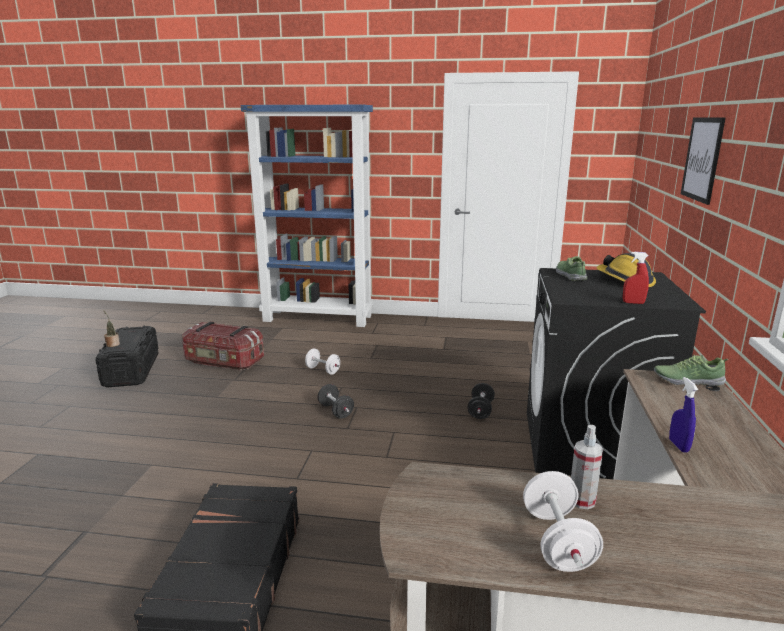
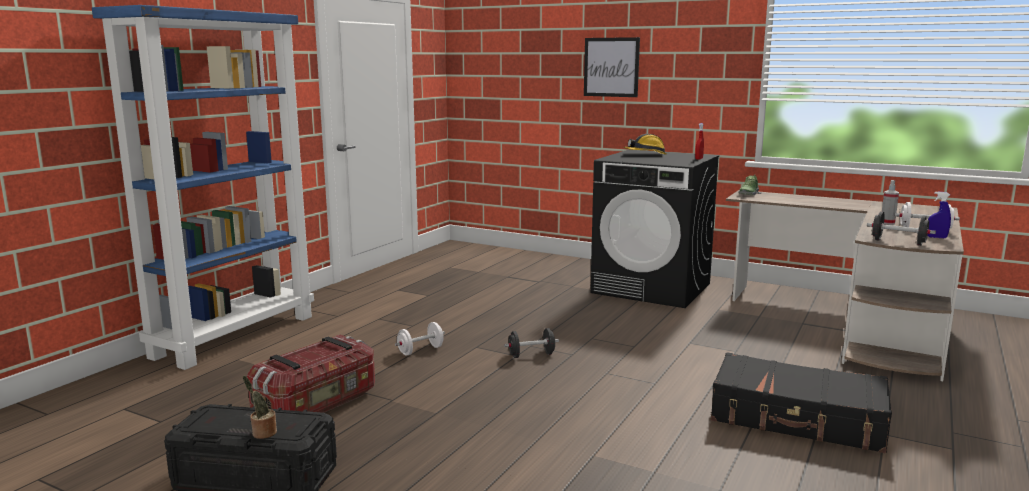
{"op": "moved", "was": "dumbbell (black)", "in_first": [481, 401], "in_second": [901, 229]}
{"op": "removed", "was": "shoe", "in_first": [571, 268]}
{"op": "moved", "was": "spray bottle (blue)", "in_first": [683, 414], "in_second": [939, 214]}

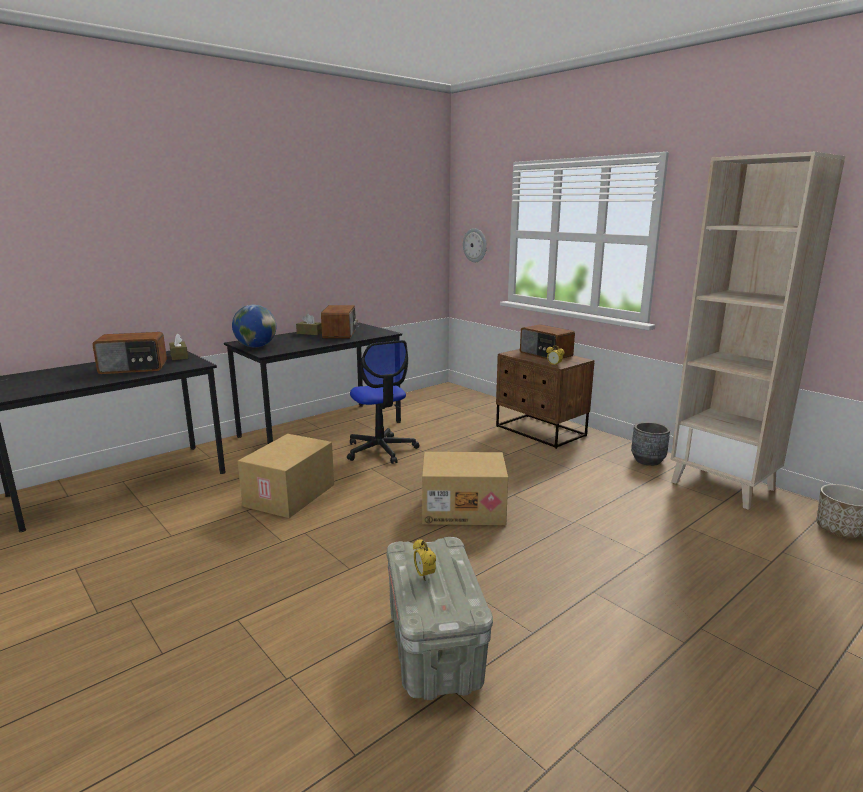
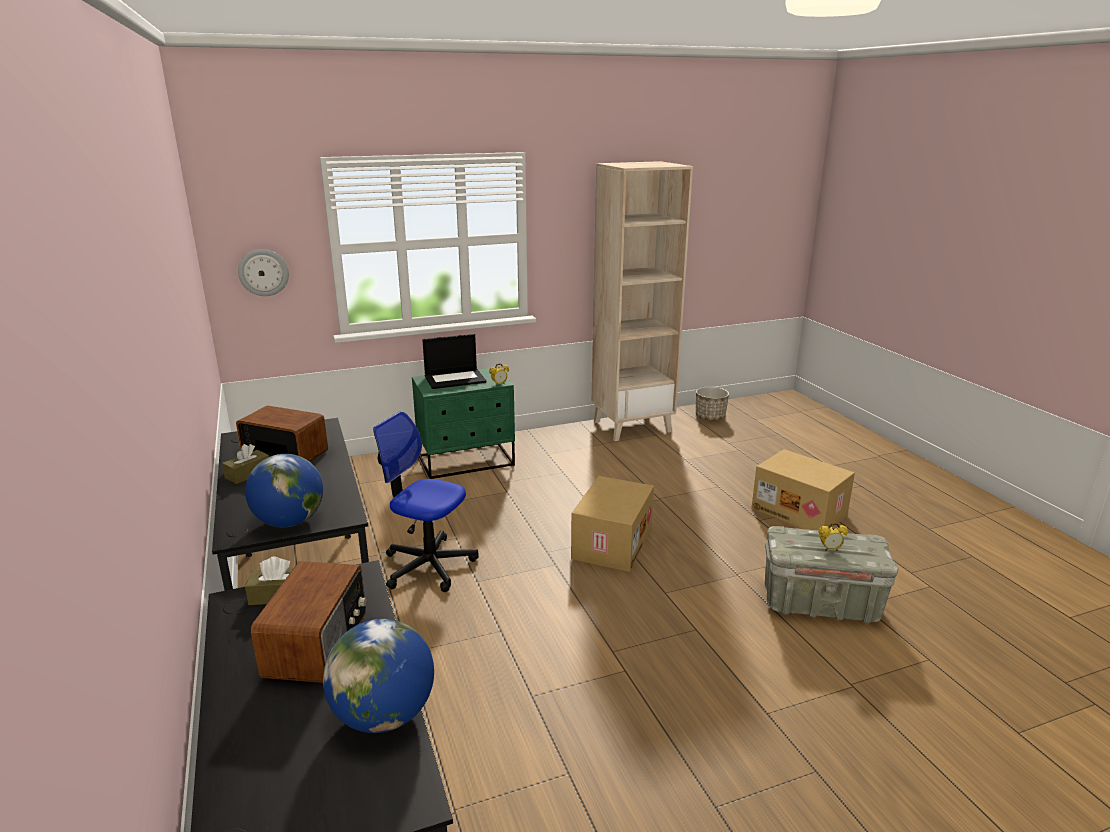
{"op": "moved", "was": "cardboard box", "in_first": [286, 476], "in_second": [803, 490]}
{"op": "turned", "was": "office chair", "in_first": [383, 402], "in_second": [426, 501], "clockwise": -150}
{"op": "recoloured", "was": "nightstand (brown)", "now": "nightstand (green)", "in_first": [545, 399], "in_second": [463, 423]}
{"op": "replaced", "was": "radio", "now": "laptop", "in_first": [547, 341], "in_second": [454, 361]}
{"op": "removed", "was": "planter (grey)", "in_first": [650, 444]}
{"op": "added", "now": "globe", "in_second": [378, 676]}

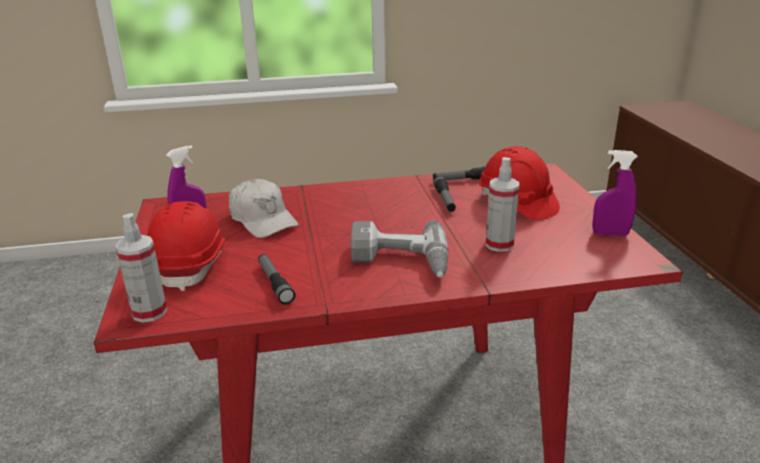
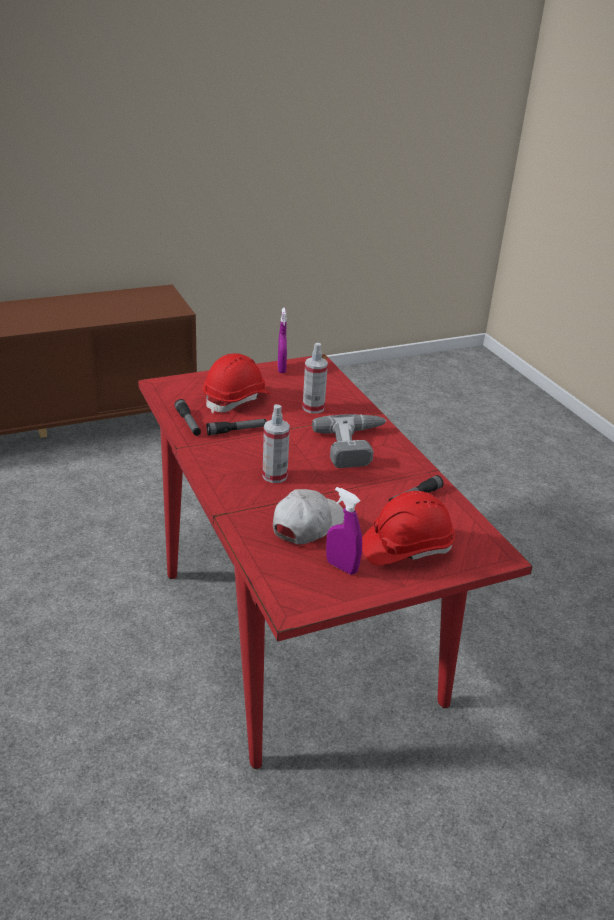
{"op": "moved", "was": "spray bottle", "in_first": [141, 268], "in_second": [276, 443]}

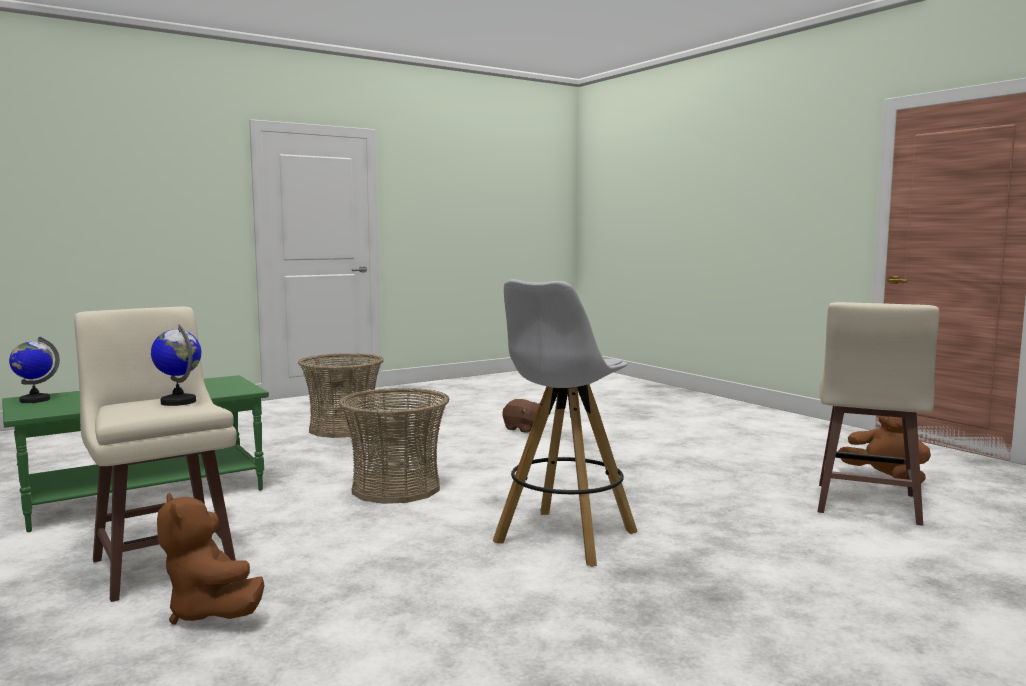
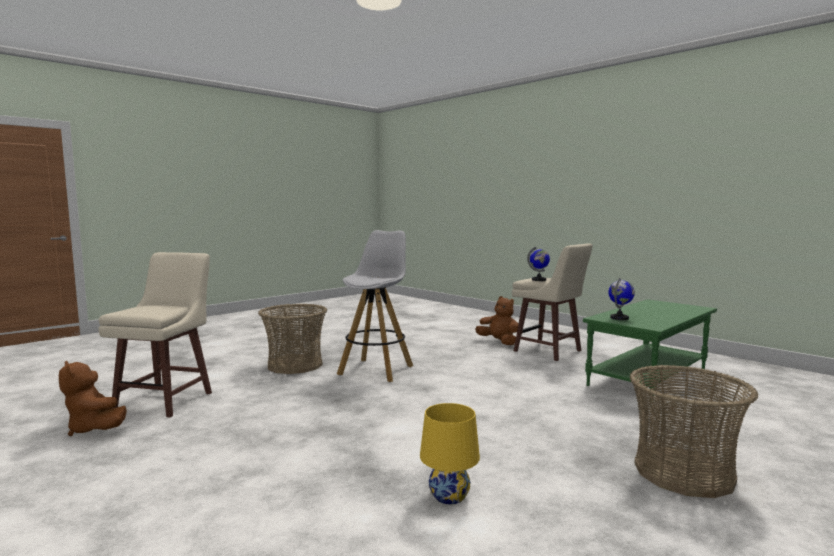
{"op": "moved", "was": "globe", "in_first": [34, 370], "in_second": [621, 299]}
{"op": "moved", "was": "basket", "in_first": [394, 446], "in_second": [292, 339]}
{"op": "replaced", "was": "plush toy (brown)", "now": "table lamp (yellow)", "in_first": [521, 416], "in_second": [450, 453]}

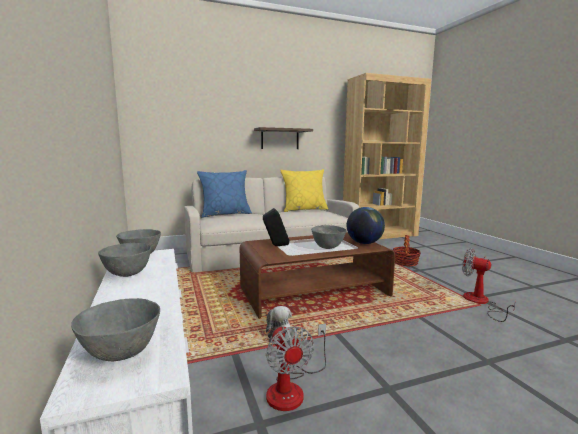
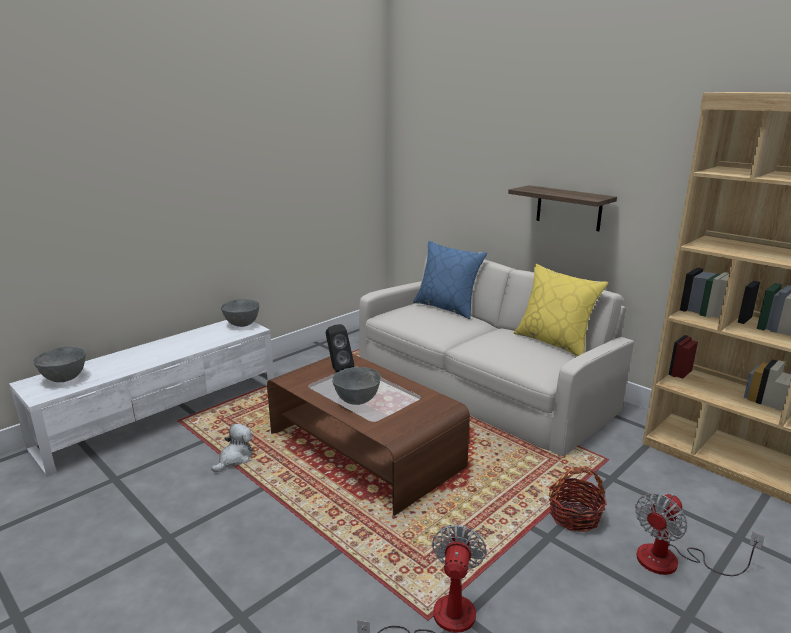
{"op": "removed", "was": "bowl (grey)", "in_first": [124, 260]}
{"op": "moved", "was": "fan", "in_first": [296, 367], "in_second": [699, 534]}
{"op": "removed", "was": "globe", "in_first": [366, 225]}

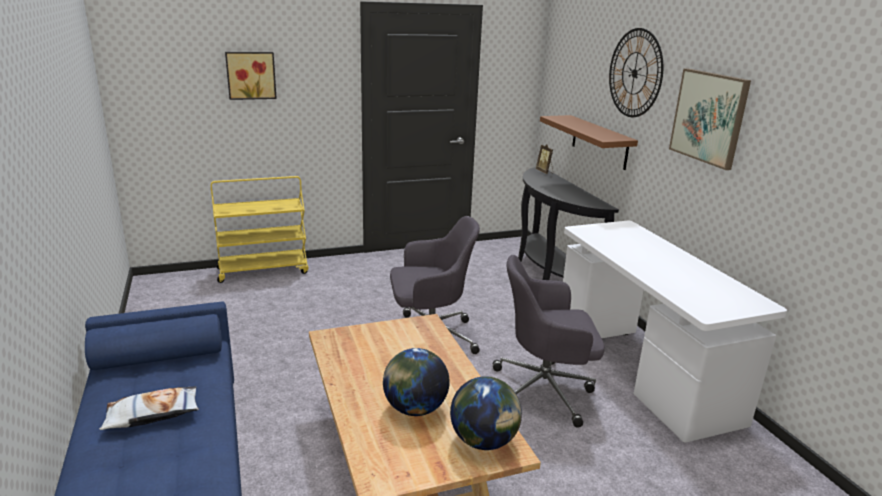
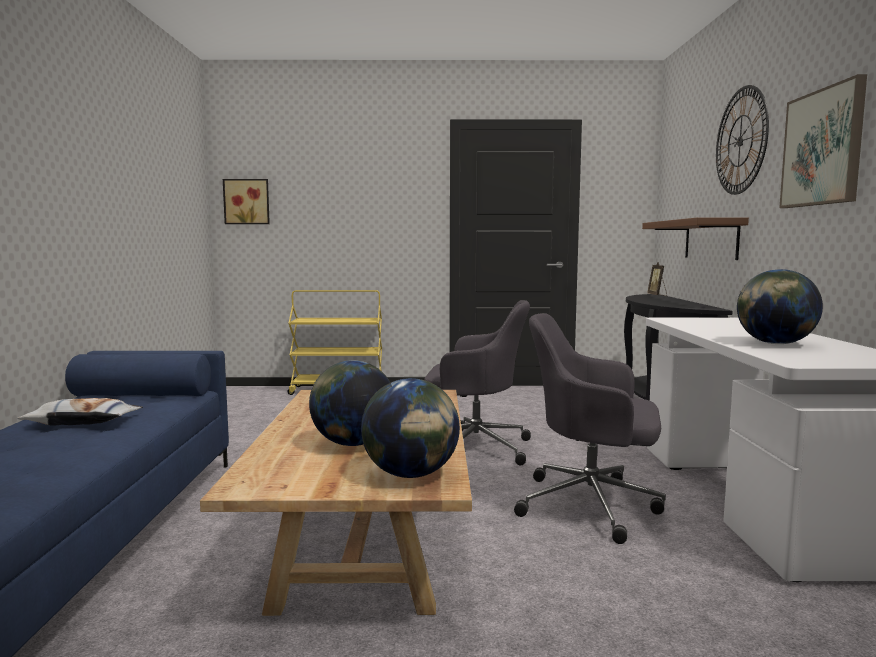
{"op": "moved", "was": "picture", "in_first": [251, 76], "in_second": [246, 201]}
{"op": "added", "now": "globe", "in_second": [780, 306]}

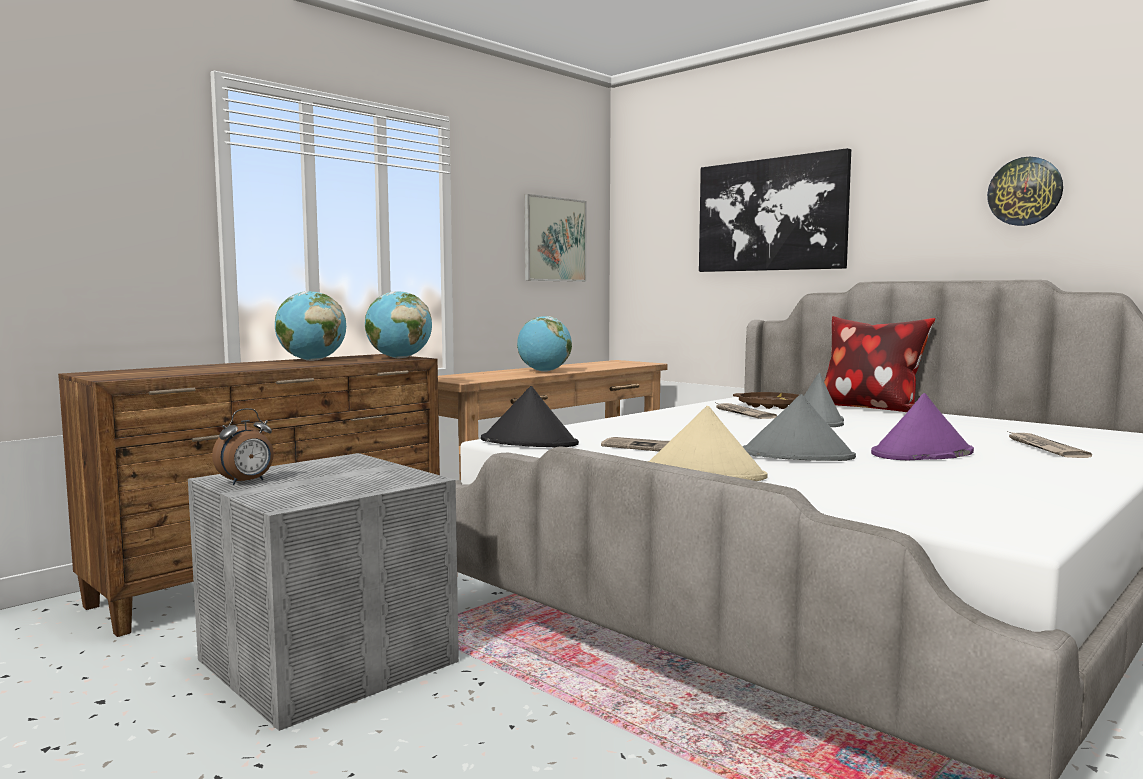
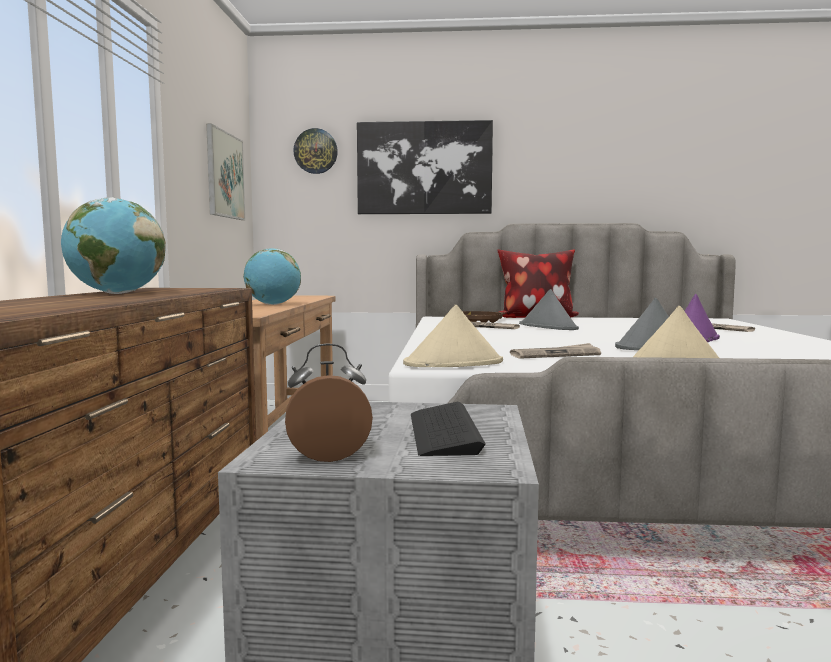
{"op": "turned", "was": "alarm clock", "in_first": [243, 446], "in_second": [329, 403], "clockwise": -105}
{"op": "removed", "was": "globe", "in_first": [398, 324]}
{"op": "recoloured", "was": "hat (black)", "now": "hat (beige)", "in_first": [530, 416], "in_second": [453, 336]}
{"op": "moved", "was": "wall clock", "in_first": [1025, 191], "in_second": [315, 151]}
{"op": "added", "now": "keyboard", "in_second": [448, 429]}

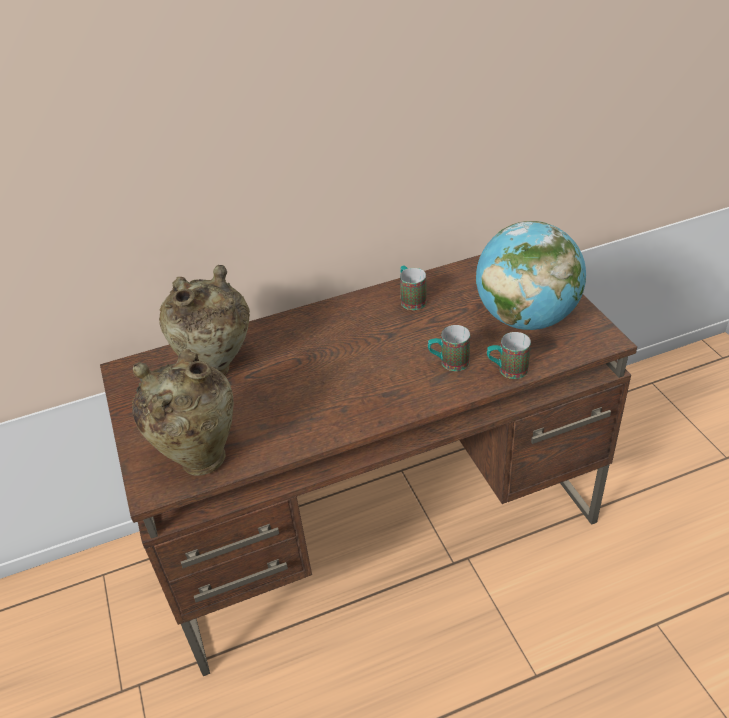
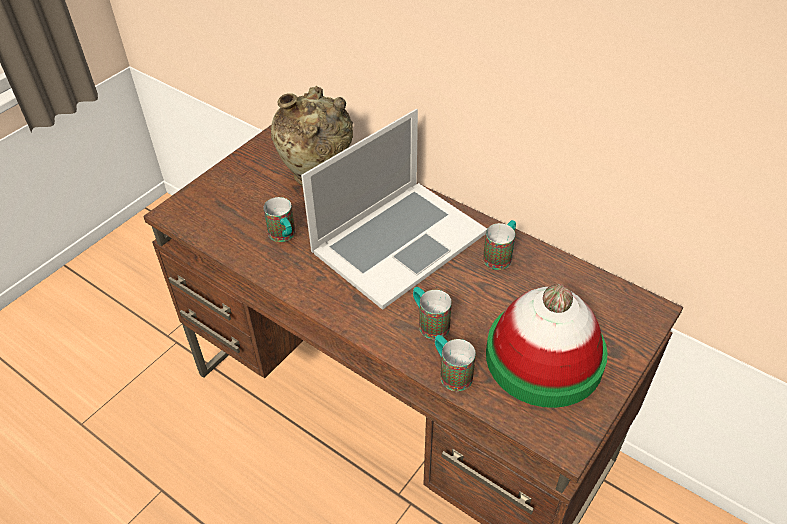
{"op": "removed", "was": "vase (beige)", "in_first": [183, 412]}
{"op": "replaced", "was": "globe", "now": "hat", "in_first": [531, 275], "in_second": [547, 346]}
{"op": "added", "now": "mug", "in_second": [279, 219]}
{"op": "added", "now": "laptop", "in_second": [394, 209]}

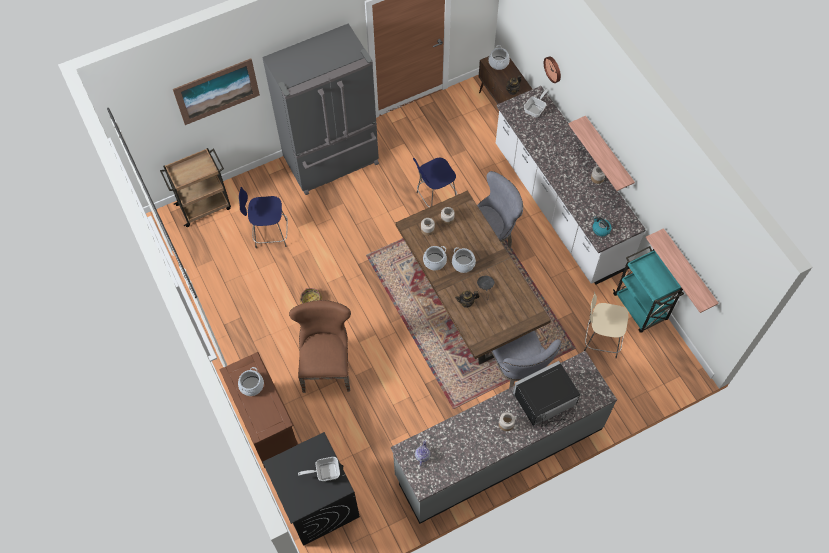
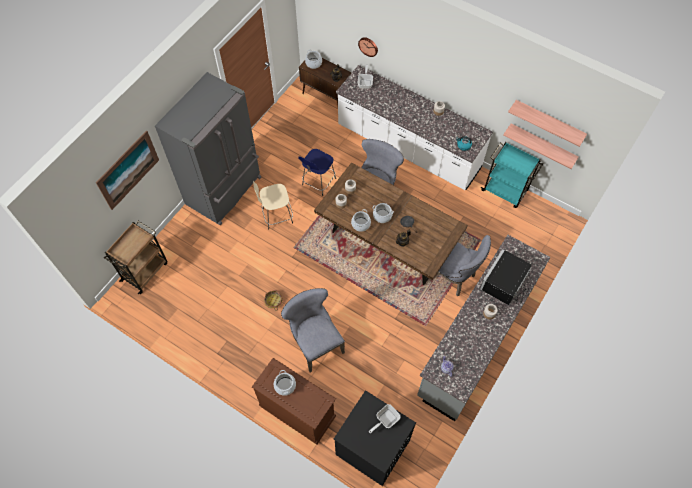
{"op": "removed", "was": "stool (blue)", "in_first": [263, 217]}
{"op": "recoloured", "was": "chair (brown)", "now": "chair (grey)", "in_first": [320, 346], "in_second": [313, 330]}
{"op": "moved", "was": "shelf", "in_first": [601, 153], "in_second": [547, 123]}
{"op": "moved", "was": "stool (beige)", "in_first": [606, 324], "in_second": [273, 205]}

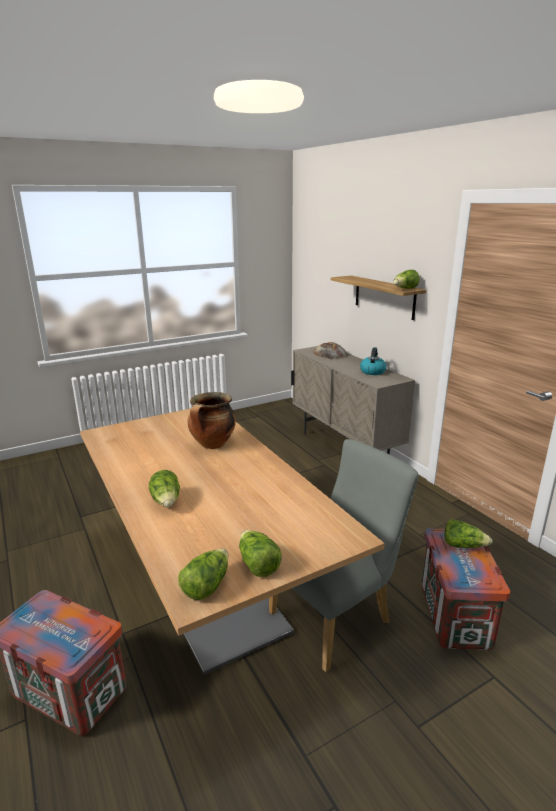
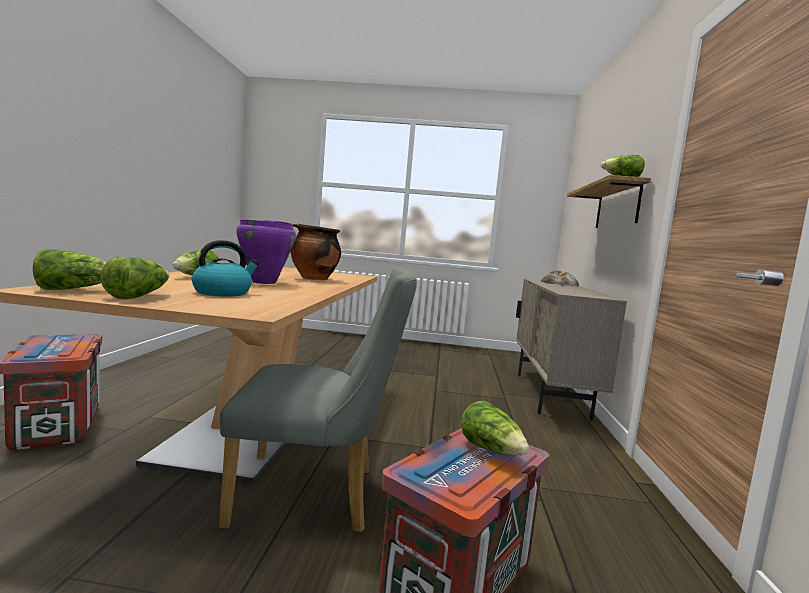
{"op": "moved", "was": "kettle", "in_first": [373, 361], "in_second": [225, 268]}
{"op": "added", "now": "cooking pot (purple)", "in_second": [266, 252]}

